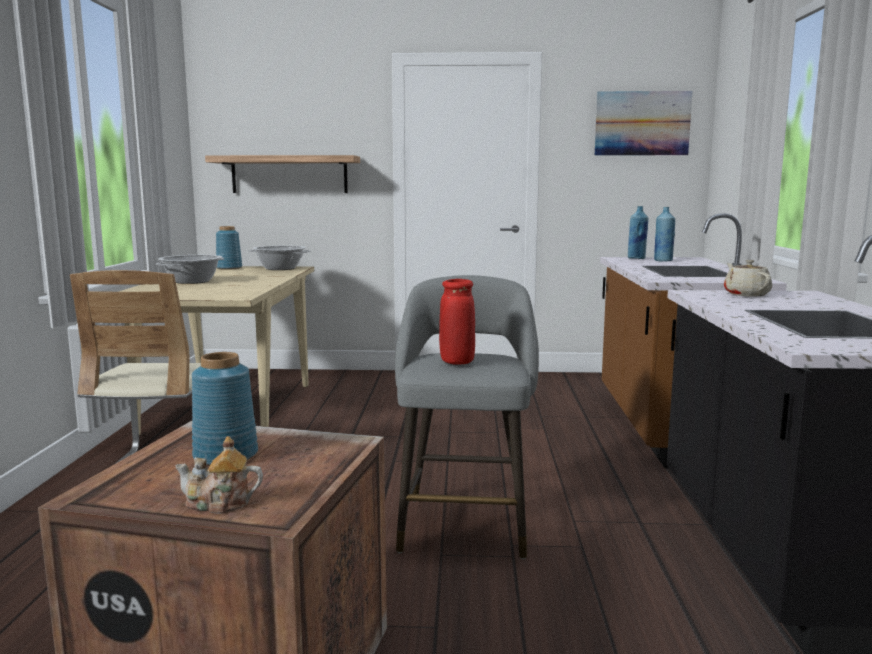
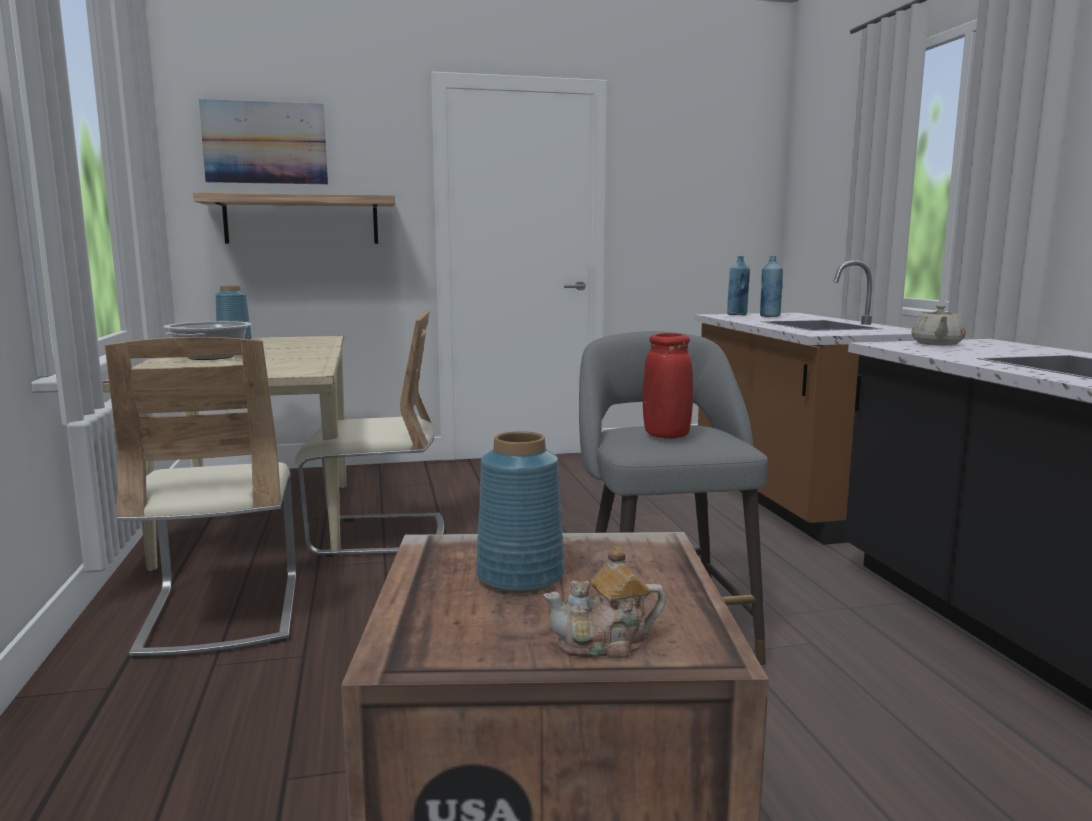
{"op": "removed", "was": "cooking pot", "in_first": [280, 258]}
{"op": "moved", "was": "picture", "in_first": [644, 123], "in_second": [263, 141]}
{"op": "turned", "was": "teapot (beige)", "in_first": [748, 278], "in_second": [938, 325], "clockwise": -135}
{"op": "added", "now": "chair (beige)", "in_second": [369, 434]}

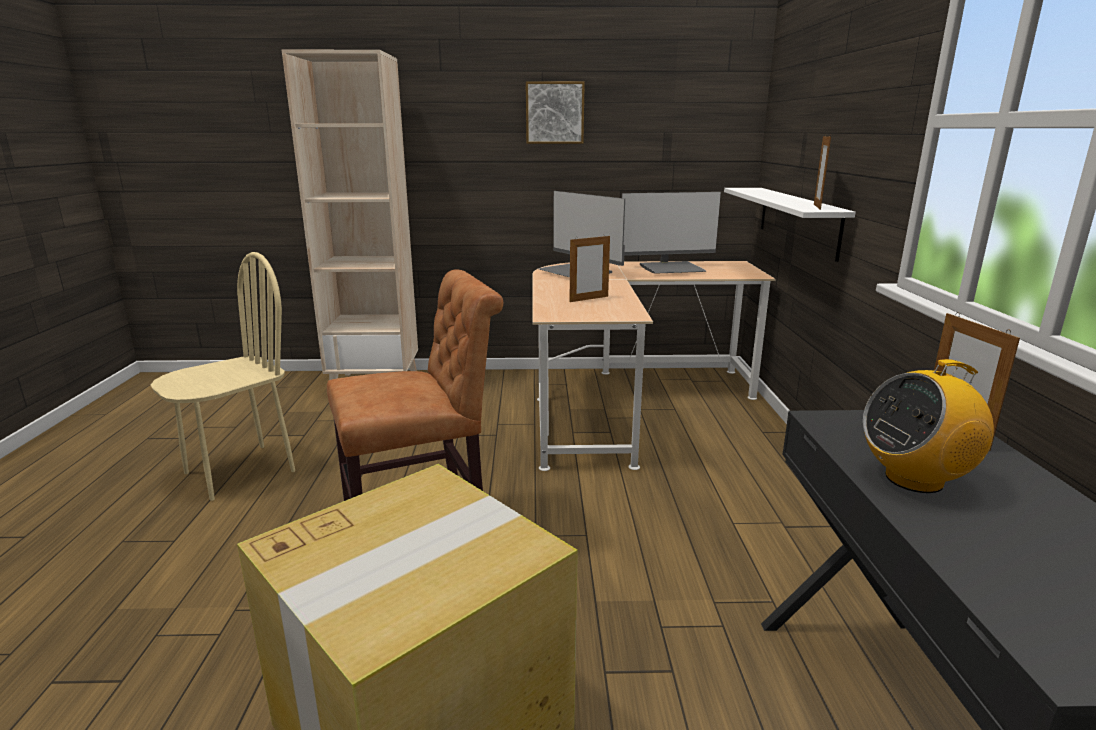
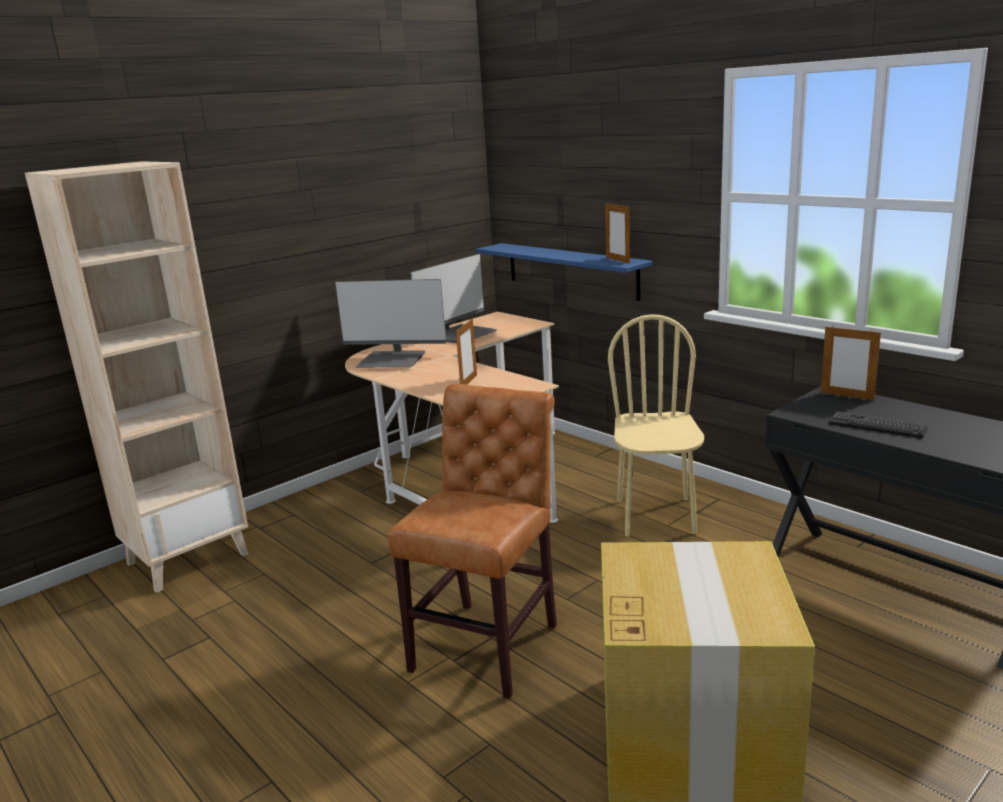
{"op": "moved", "was": "chair (beige)", "in_first": [223, 376], "in_second": [656, 425]}
{"op": "removed", "was": "picture", "in_first": [555, 112]}
{"op": "recoloured", "was": "shelf (white)", "now": "shelf (blue)", "in_first": [790, 225], "in_second": [563, 272]}
{"op": "replaced", "was": "radio", "now": "keyboard", "in_first": [928, 426], "in_second": [878, 424]}

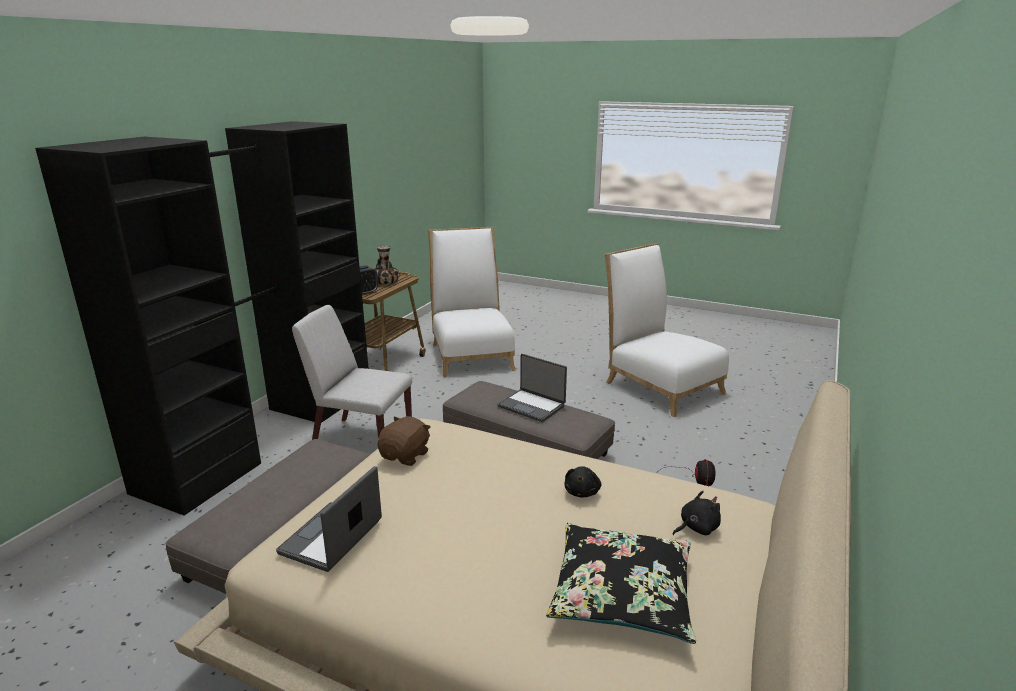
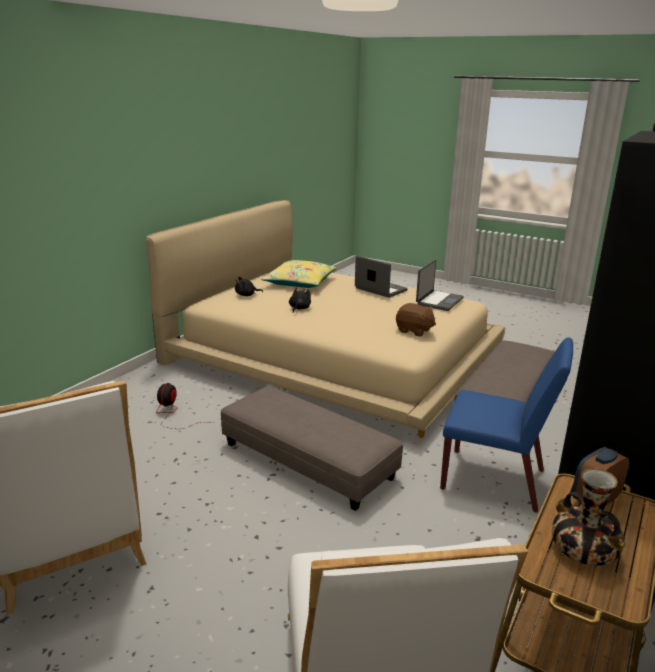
{"op": "recoloured", "was": "chair (white)", "now": "chair (blue)", "in_first": [352, 372], "in_second": [506, 425]}
{"op": "turned", "was": "plush toy (brown)", "in_first": [404, 441], "in_second": [416, 319], "clockwise": -90}
{"op": "moved", "was": "laptop", "in_first": [532, 388], "in_second": [381, 277]}
{"op": "recoloured", "was": "pillow (black)", "now": "pillow (yellow)", "in_first": [621, 583], "in_second": [298, 274]}

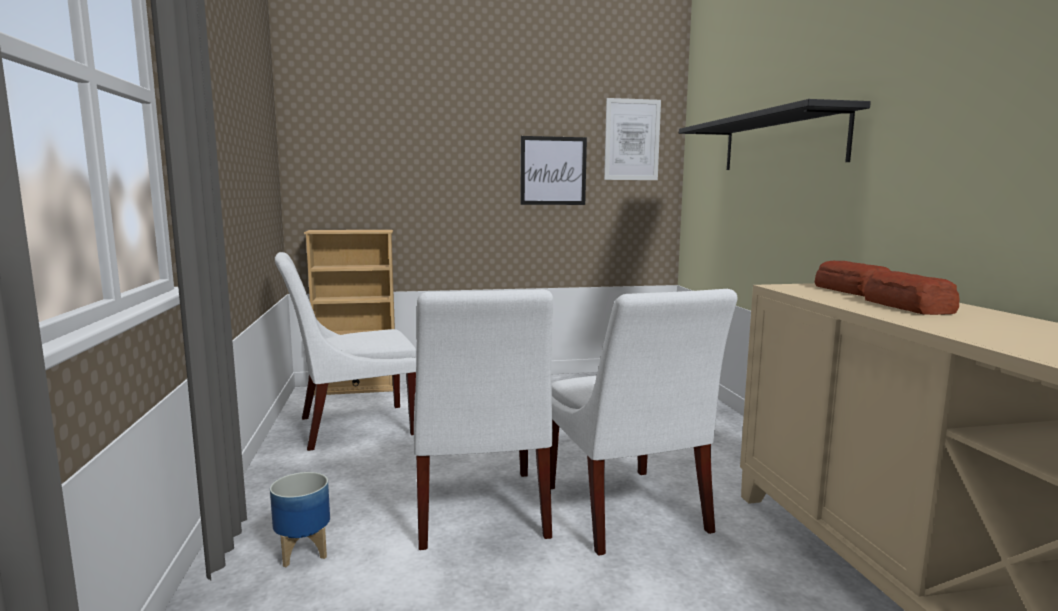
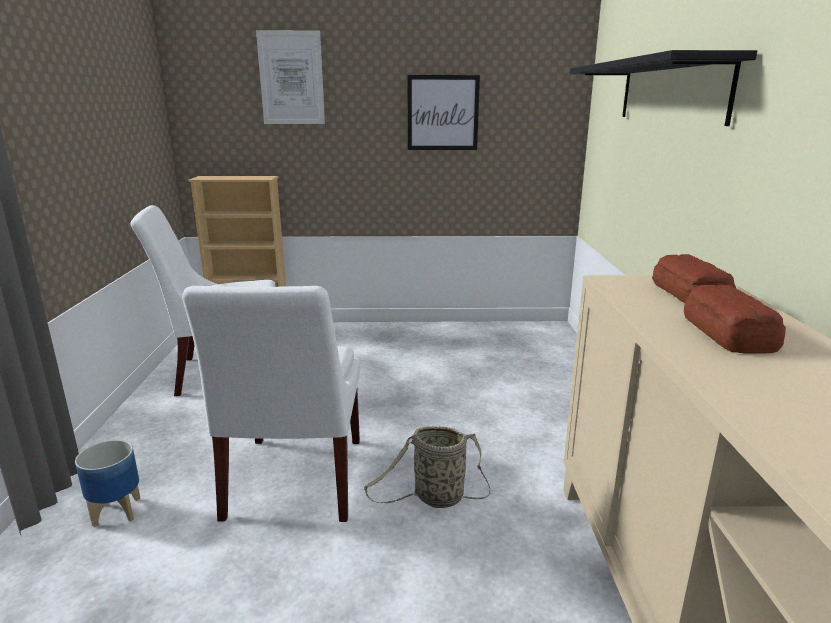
{"op": "replaced", "was": "chair (white)", "now": "basket", "in_first": [644, 422], "in_second": [427, 467]}
{"op": "moved", "was": "picture", "in_first": [632, 139], "in_second": [290, 77]}

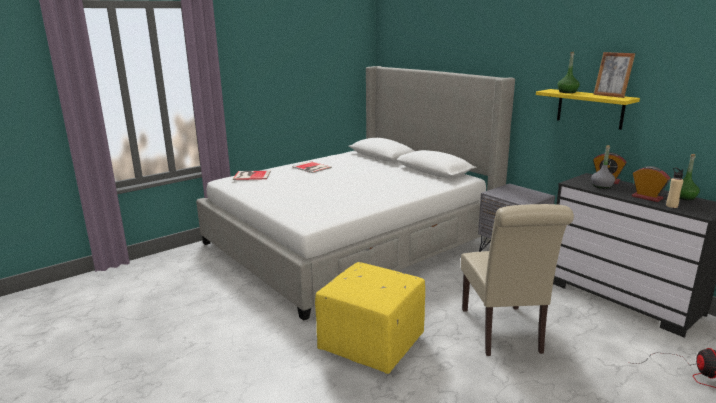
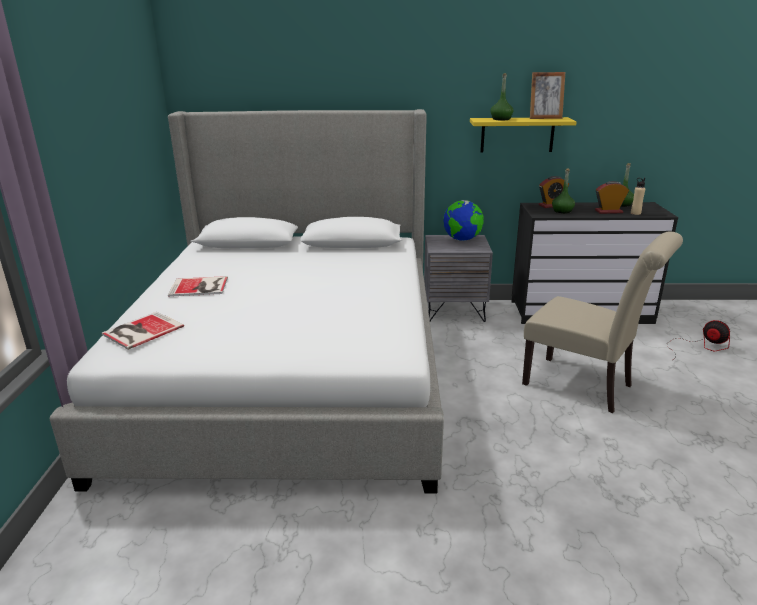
{"op": "removed", "was": "ottoman (yellow)", "in_first": [370, 318]}
{"op": "recoloured", "was": "bottle (grey)", "now": "bottle (green)", "in_first": [603, 167], "in_second": [563, 191]}
{"op": "added", "now": "globe", "in_second": [463, 220]}

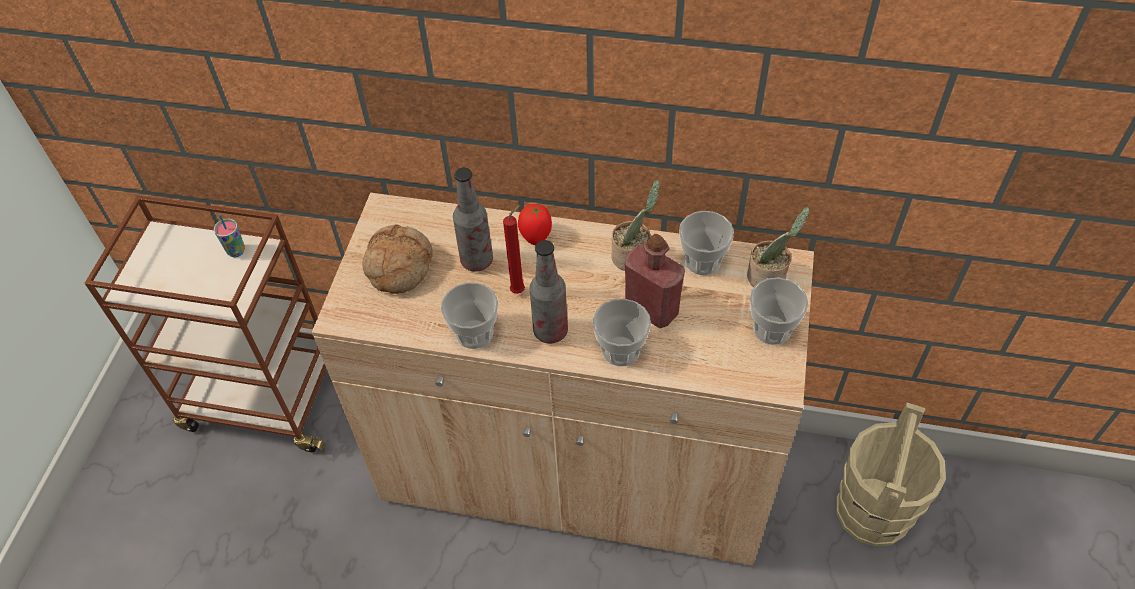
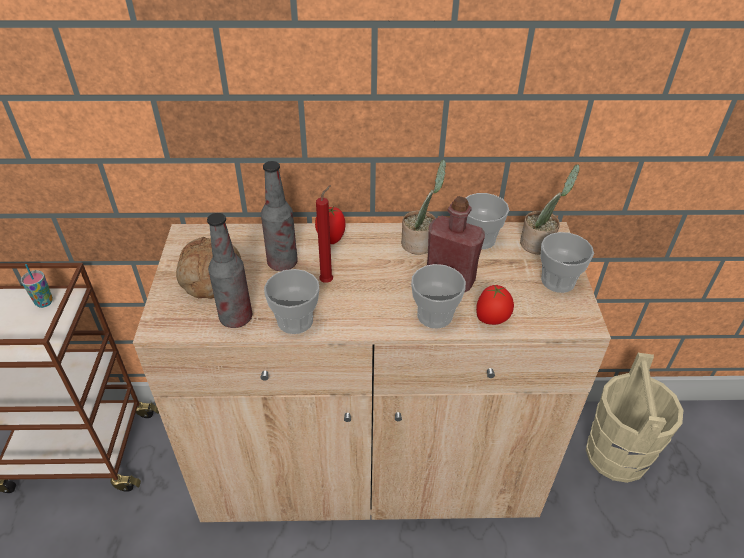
{"op": "moved", "was": "bottle", "in_first": [549, 292], "in_second": [229, 270]}
{"op": "added", "now": "tomato", "in_second": [495, 305]}

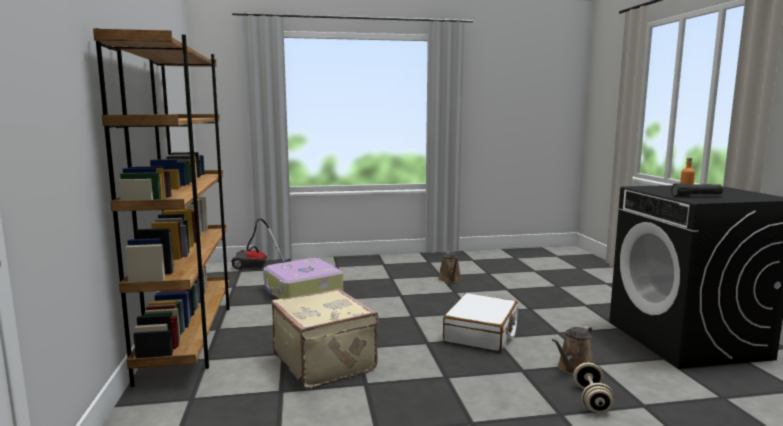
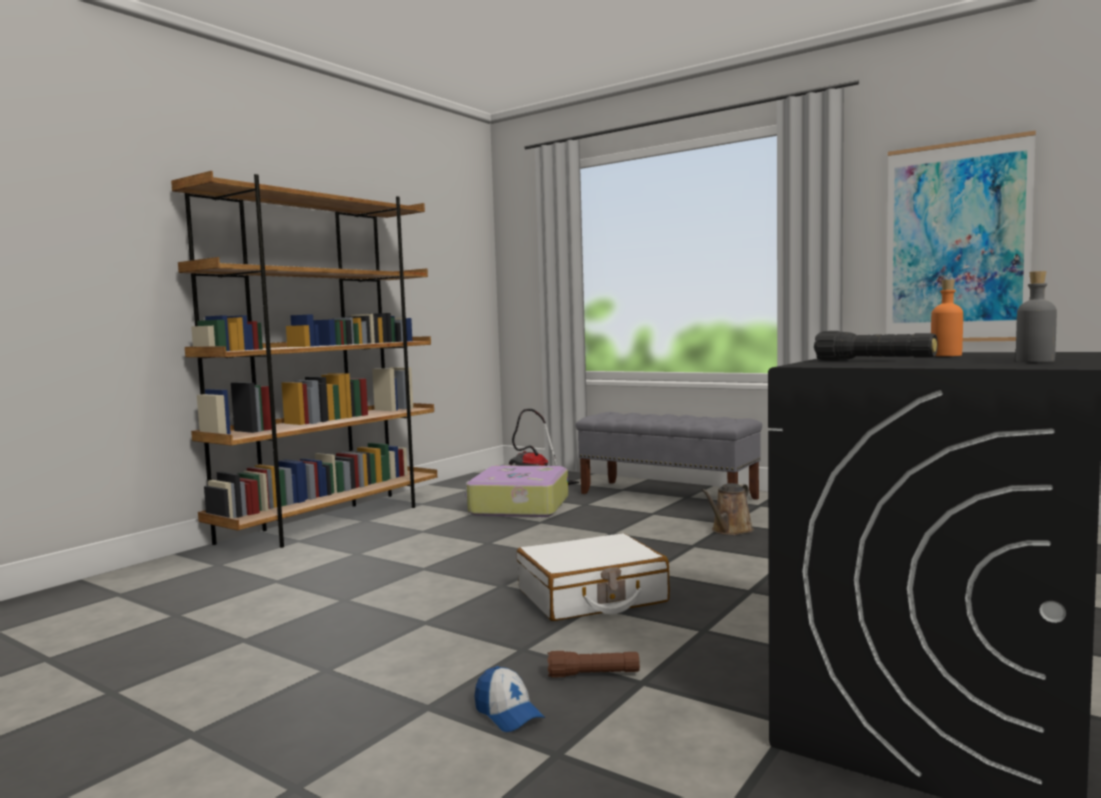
{"op": "removed", "was": "suitcase (beige)", "in_first": [325, 338]}
{"op": "replaced", "was": "watering can (brown)", "now": "flashlight (brown)", "in_first": [573, 350], "in_second": [593, 664]}
{"op": "replaced", "was": "dumbbell (beige)", "now": "cap", "in_first": [594, 388], "in_second": [510, 699]}
{"op": "added", "now": "bench (grey)", "in_second": [669, 456]}
{"op": "added", "now": "picture", "in_second": [961, 236]}
{"op": "added", "now": "bottle (grey)", "in_second": [1036, 316]}

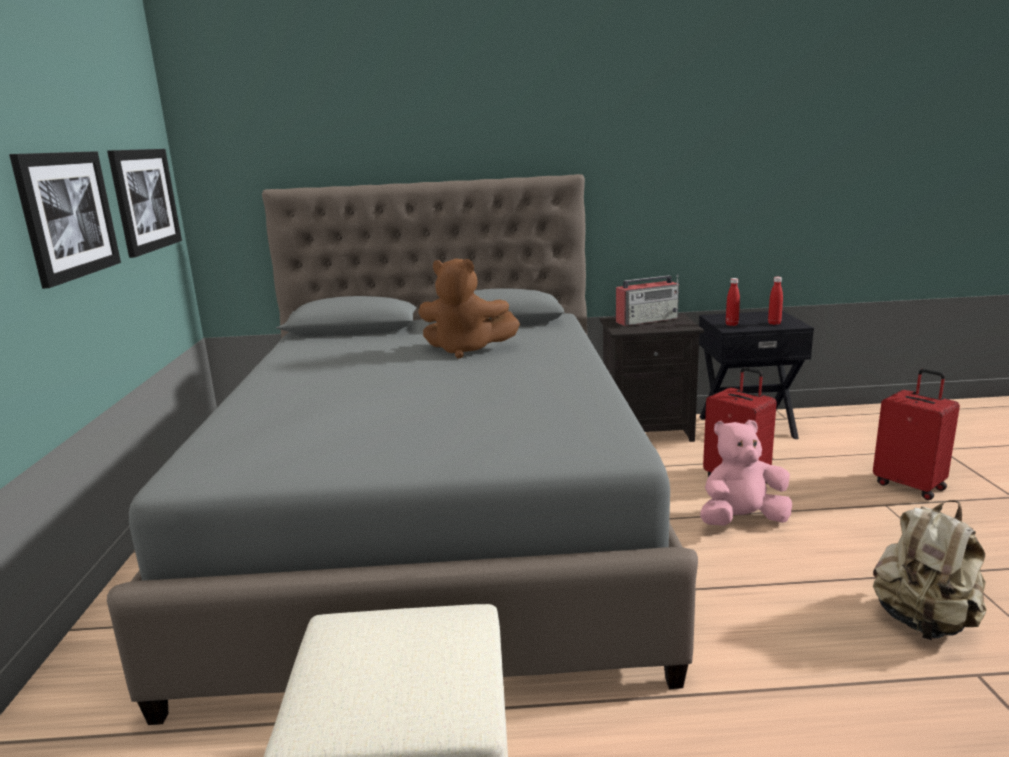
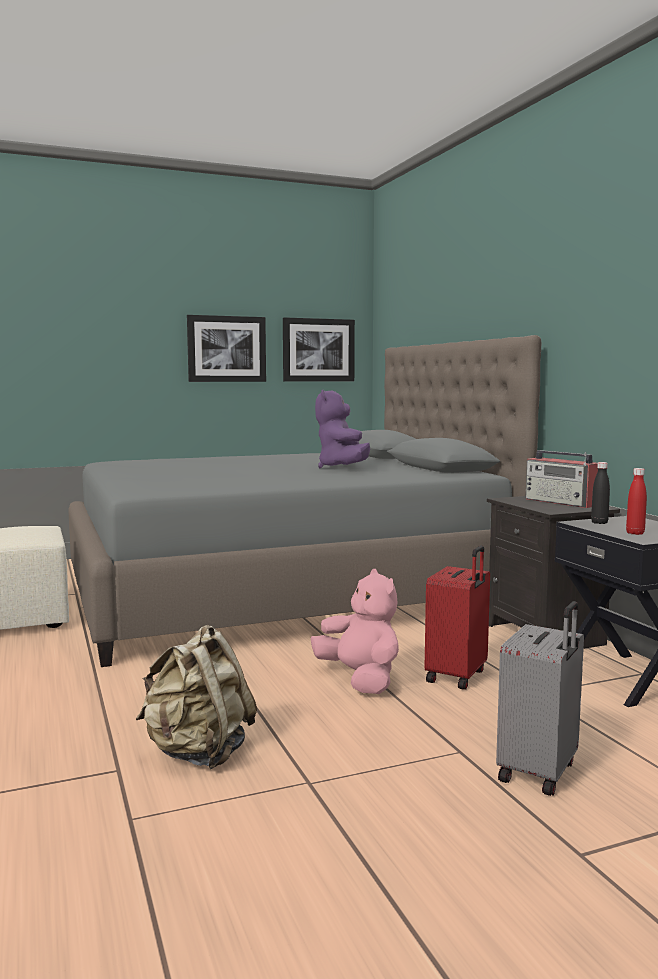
{"op": "recoloured", "was": "plush toy (brown)", "now": "plush toy (purple)", "in_first": [469, 308], "in_second": [342, 428]}
{"op": "recoloured", "was": "bottle (red)", "now": "bottle (black)", "in_first": [733, 302], "in_second": [600, 493]}
{"op": "recoloured", "was": "suitcase (red)", "now": "suitcase (grey)", "in_first": [916, 434], "in_second": [540, 698]}

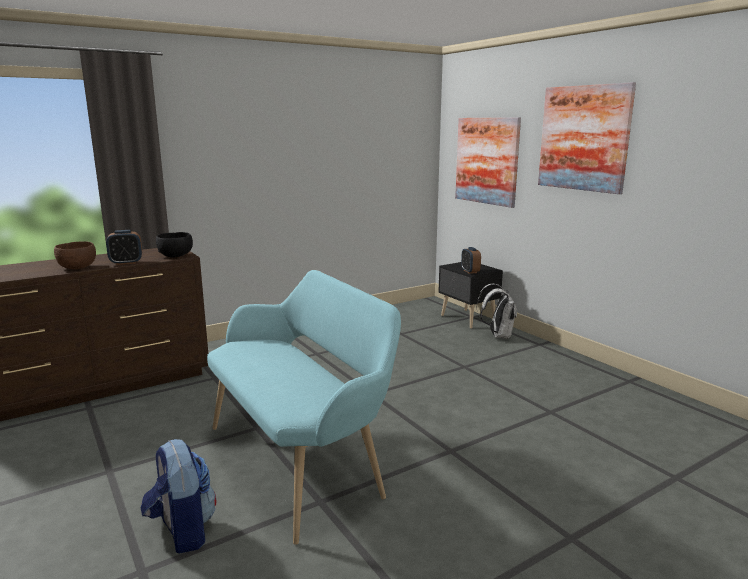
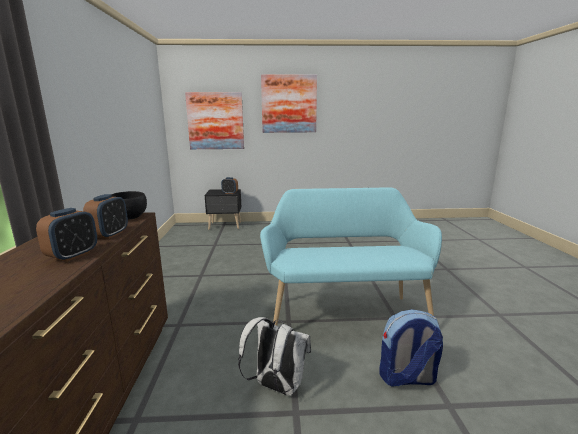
{"op": "replaced", "was": "bowl (brown)", "now": "alarm clock", "in_first": [75, 255], "in_second": [66, 235]}
{"op": "moved", "was": "backpack (white)", "in_first": [496, 311], "in_second": [274, 356]}

